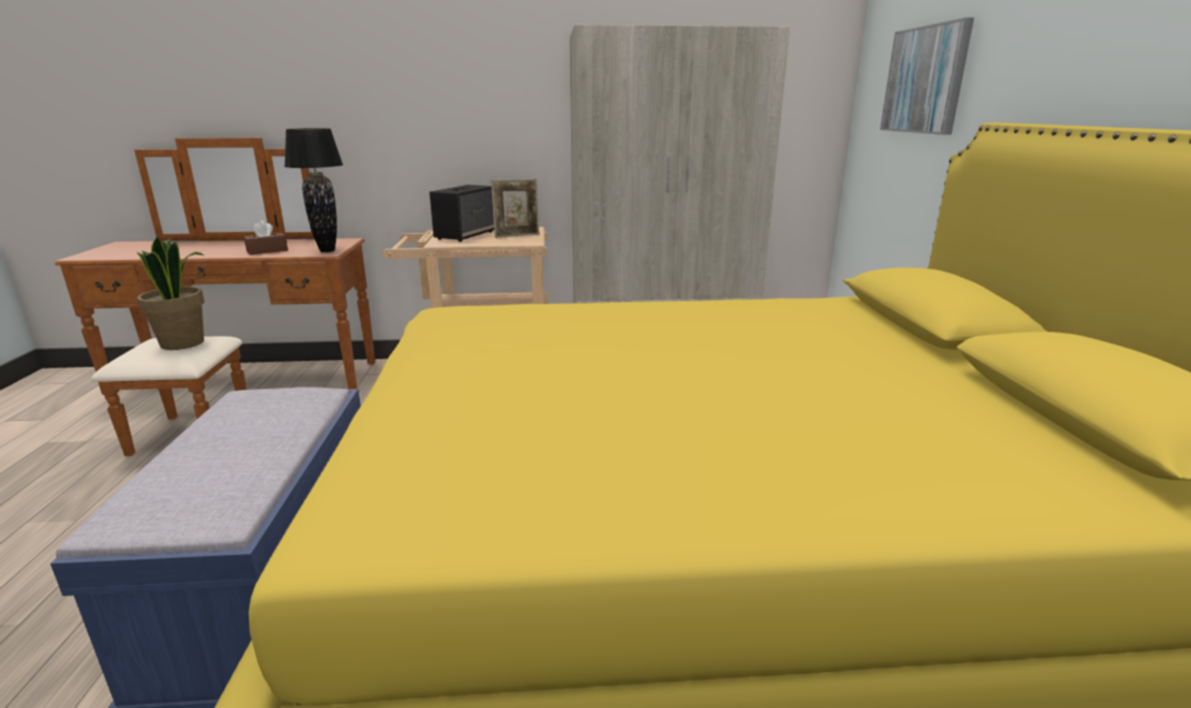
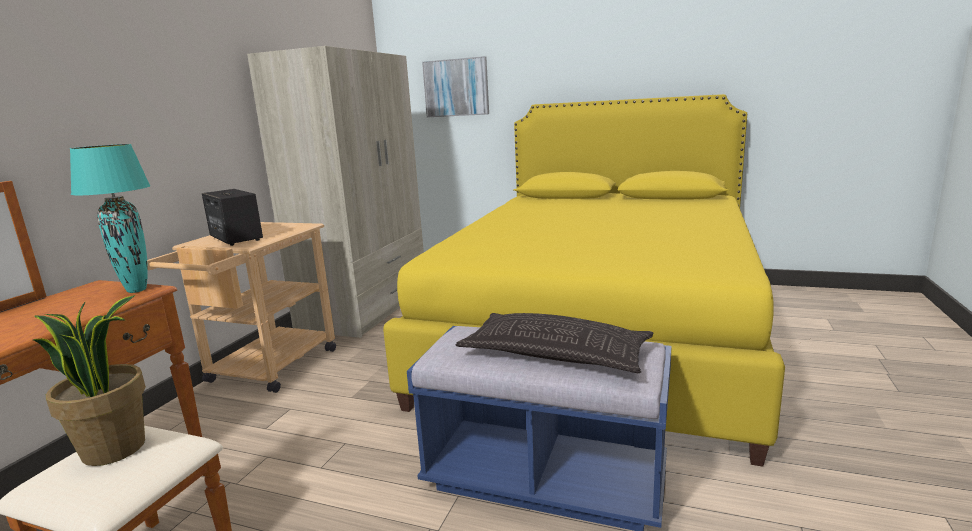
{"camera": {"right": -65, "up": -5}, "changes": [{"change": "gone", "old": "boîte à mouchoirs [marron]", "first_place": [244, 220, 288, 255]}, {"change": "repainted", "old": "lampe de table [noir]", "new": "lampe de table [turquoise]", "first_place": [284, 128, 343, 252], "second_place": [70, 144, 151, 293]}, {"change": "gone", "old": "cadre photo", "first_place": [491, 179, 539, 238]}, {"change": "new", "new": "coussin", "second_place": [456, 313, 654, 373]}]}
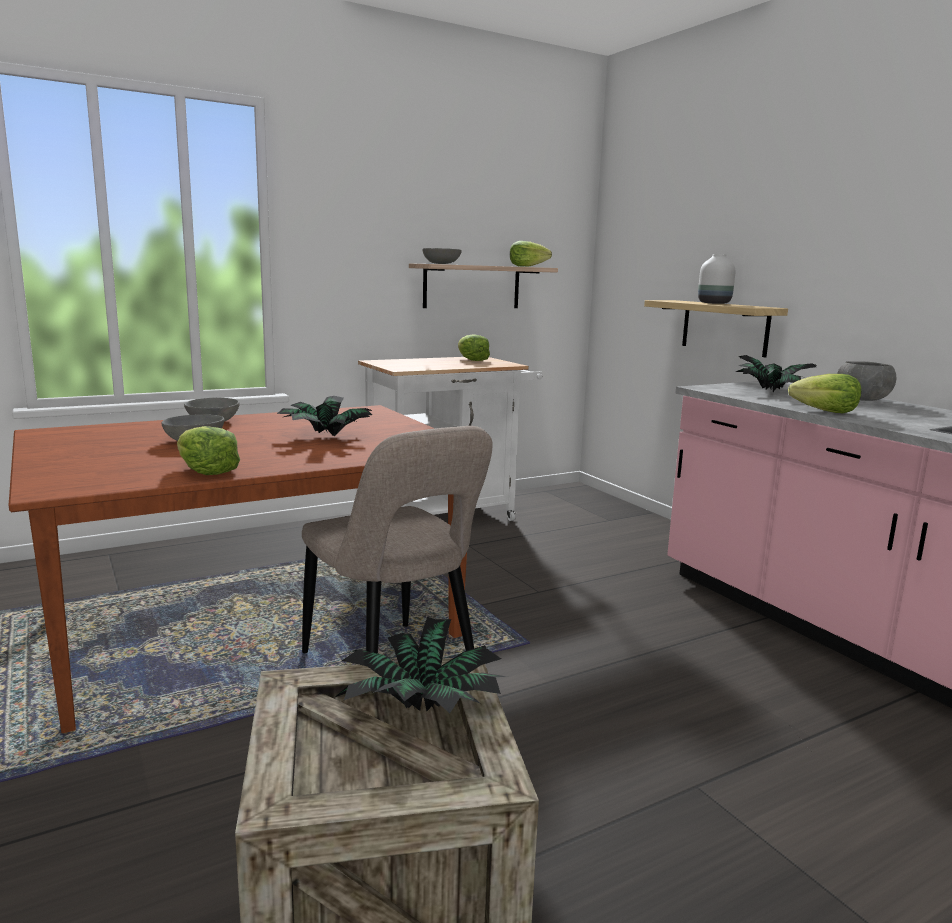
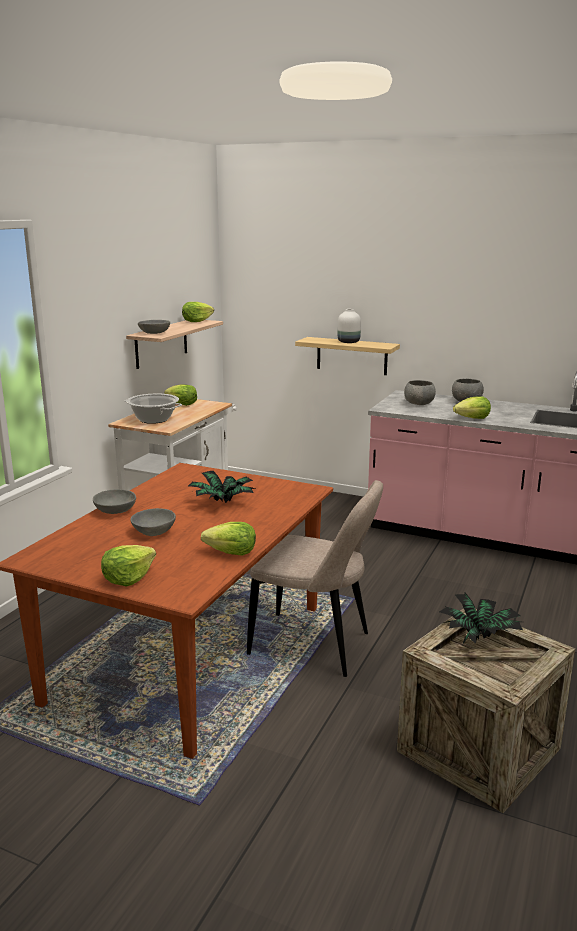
{"camera": {"right": -35, "up": 5}, "changes": [{"change": "swapped", "old": "plante en pot", "new": "bol [gris]", "first_place": [736, 355, 817, 392], "second_place": [404, 380, 436, 405]}, {"change": "new", "new": "laitue", "second_place": [101, 545, 156, 587]}, {"change": "new", "new": "marmite", "second_place": [124, 394, 182, 424]}]}
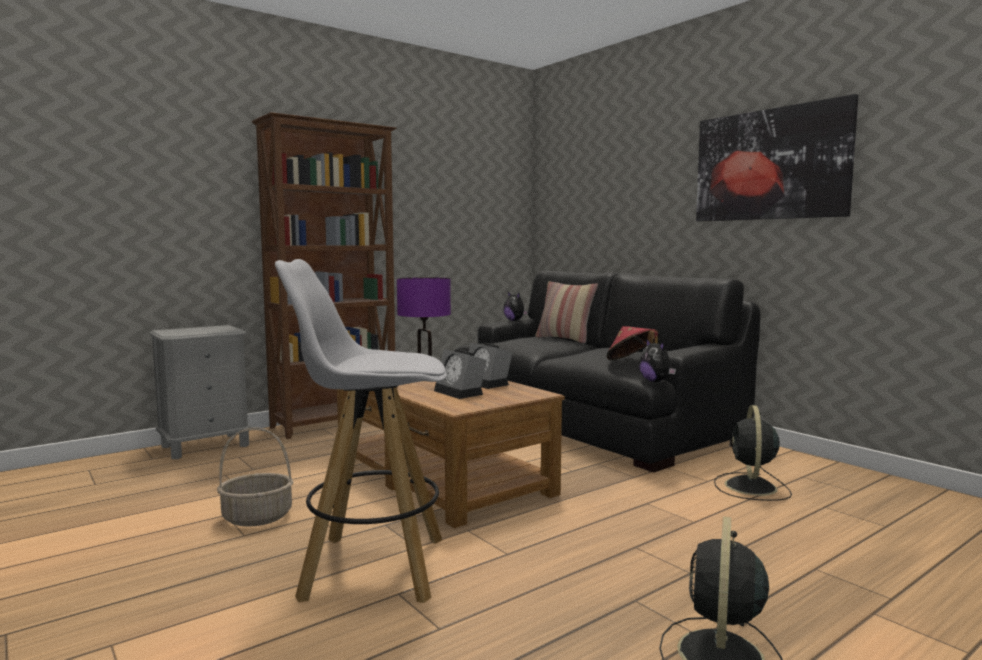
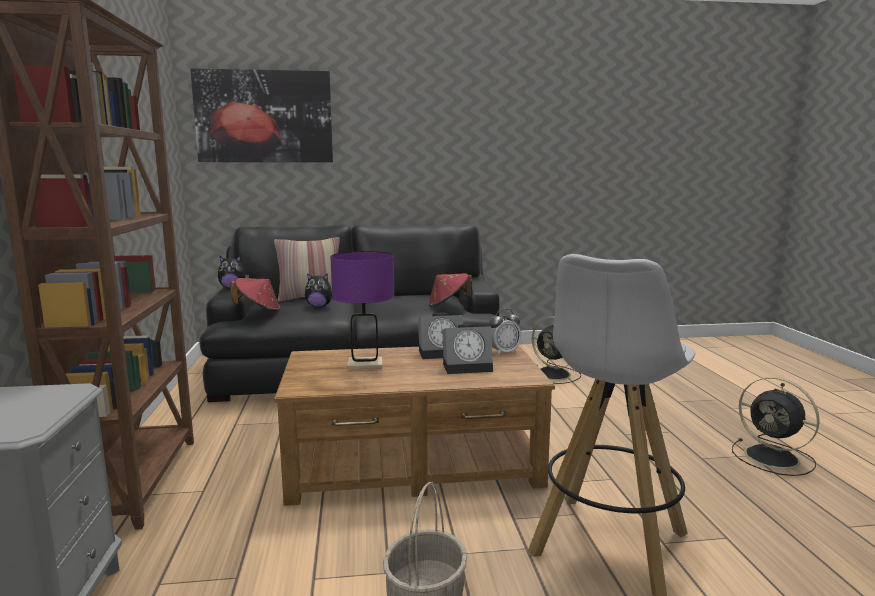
{"camera": {"right": -60, "up": 5}, "changes": [{"change": "shifted", "old": "peluche", "first_place": [639, 339, 676, 382], "second_place": [305, 273, 332, 307]}, {"change": "shifted", "old": "tableau", "first_place": [696, 94, 858, 221], "second_place": [190, 68, 333, 162]}, {"change": "new", "new": "chapeau [rouge]", "second_place": [231, 278, 280, 311]}, {"change": "new", "new": "réveil", "second_place": [489, 309, 521, 355]}]}
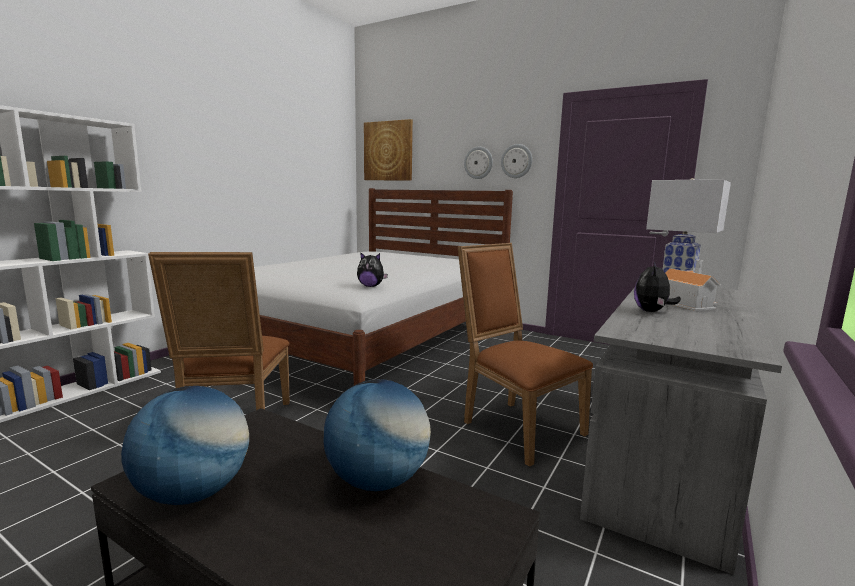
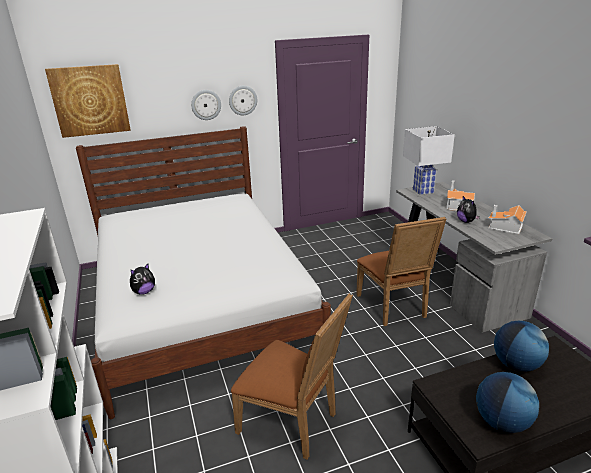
{"camera": {"right": -50, "up": 15}, "changes": [{"change": "shifted", "old": "peluche", "first_place": [357, 252, 388, 287], "second_place": [130, 264, 155, 295]}, {"change": "rotated", "old": "chaise [marron]", "first_place": [458, 243, 593, 467], "second_place": [356, 217, 447, 326], "degrees": -105}, {"change": "new", "new": "maison miniature", "second_place": [488, 205, 527, 234]}]}
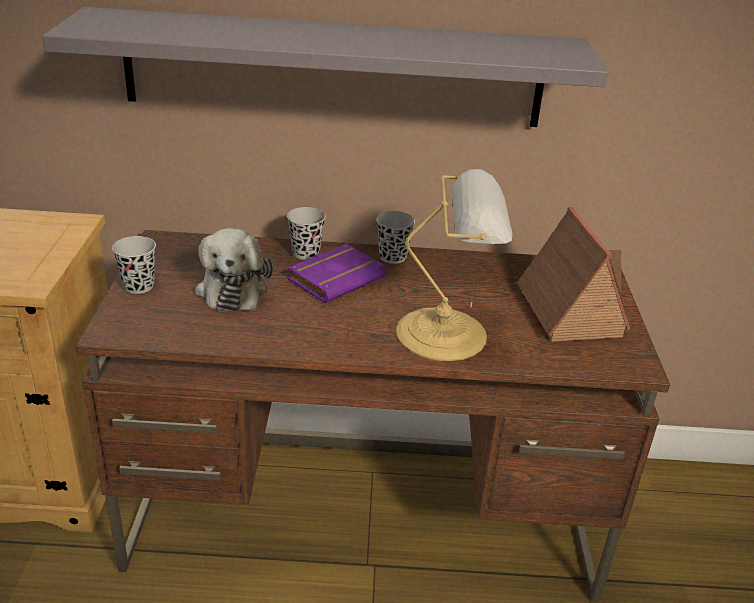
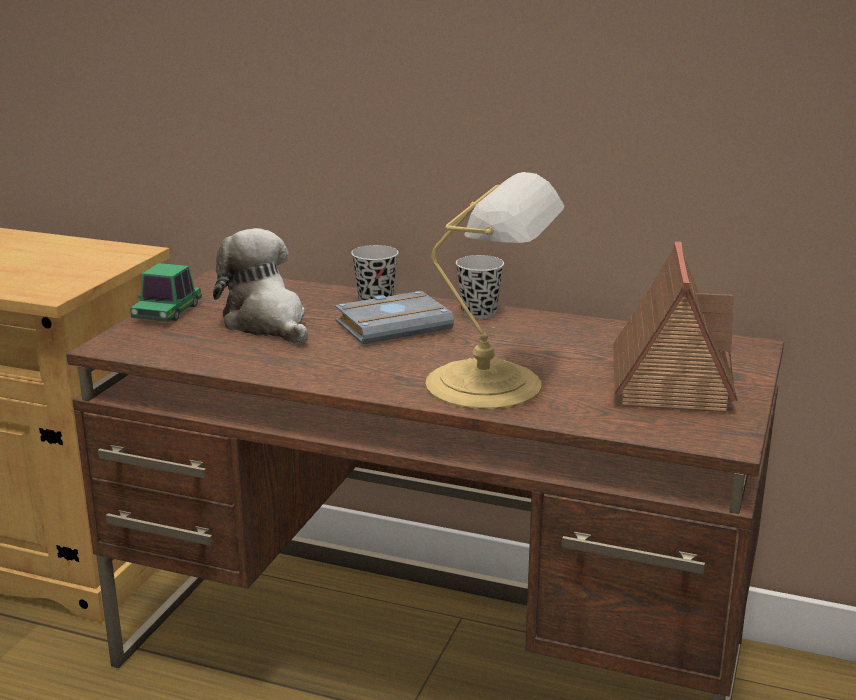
{"camera": {"right": 20, "up": -10}, "changes": [{"change": "gone", "old": "étagère [gris]", "first_place": [42, 7, 608, 127]}, {"change": "swapped", "old": "tasse [noir]", "new": "petite voiture", "first_place": [112, 236, 156, 294], "second_place": [130, 263, 202, 322]}, {"change": "rotated", "old": "peluche", "first_place": [195, 228, 273, 311], "second_place": [213, 228, 308, 343], "degrees": 135}, {"change": "repainted", "old": "livre [violet]", "new": "livre [gris]", "first_place": [288, 244, 387, 303], "second_place": [335, 291, 454, 345]}]}
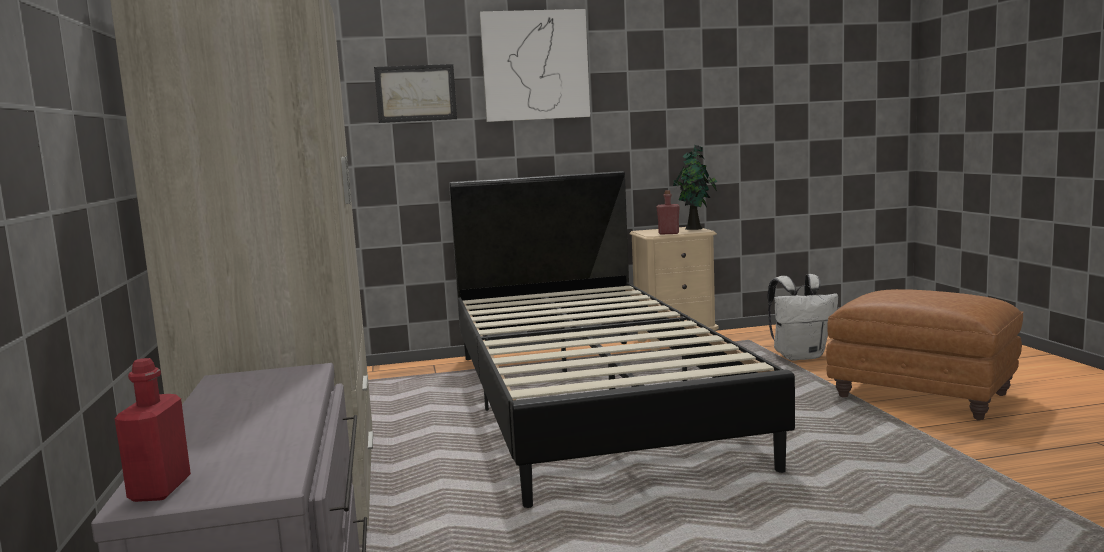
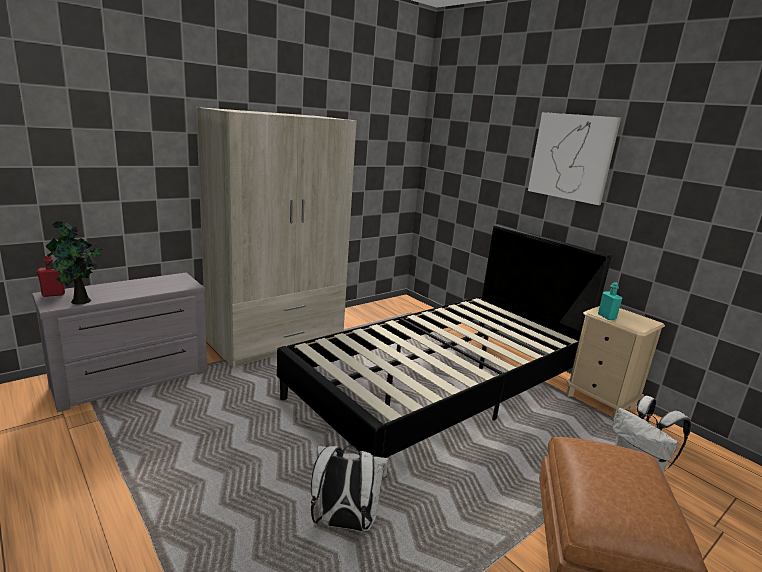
{"camera": {"right": 60, "up": 10}, "changes": [{"change": "gone", "old": "tableau", "first_place": [374, 64, 457, 123]}, {"change": "repainted", "old": "bouteille [rouge]", "new": "bouteille [turquoise]", "first_place": [657, 190, 680, 235], "second_place": [598, 282, 622, 320]}, {"change": "shifted", "old": "plante en pot", "first_place": [673, 144, 717, 230], "second_place": [45, 220, 103, 304]}, {"change": "new", "new": "sac à dos [blanc]", "second_place": [311, 445, 389, 531]}]}
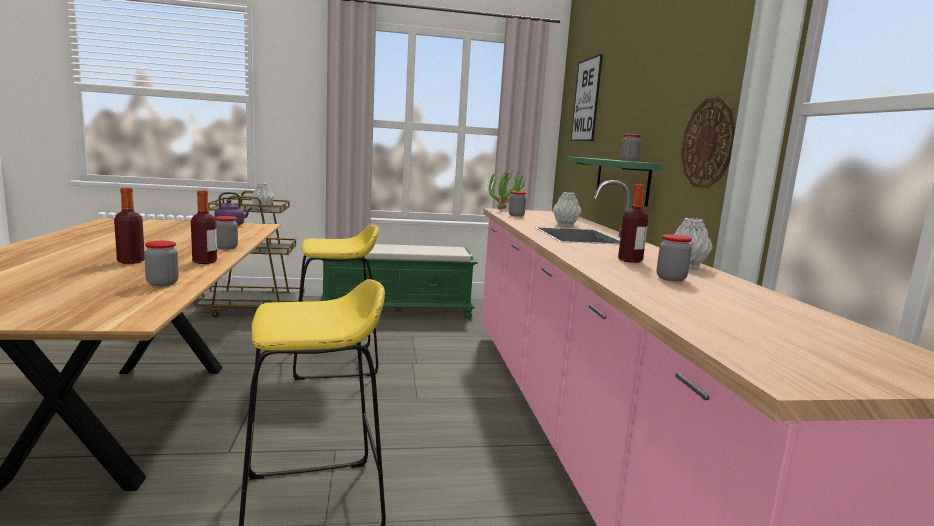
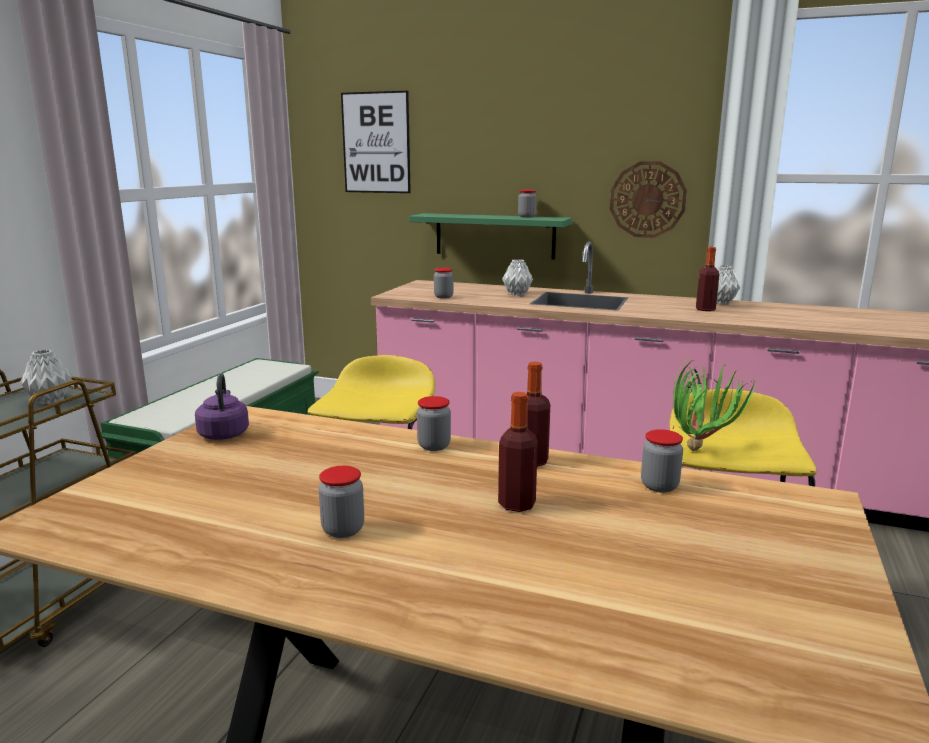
{"camera": {"right": -60, "up": 5}, "changes": [{"change": "shifted", "old": "plante en pot", "first_place": [488, 165, 526, 209], "second_place": [673, 362, 757, 451]}, {"change": "shifted", "old": "bocal", "first_place": [657, 234, 692, 281], "second_place": [319, 466, 364, 538]}]}
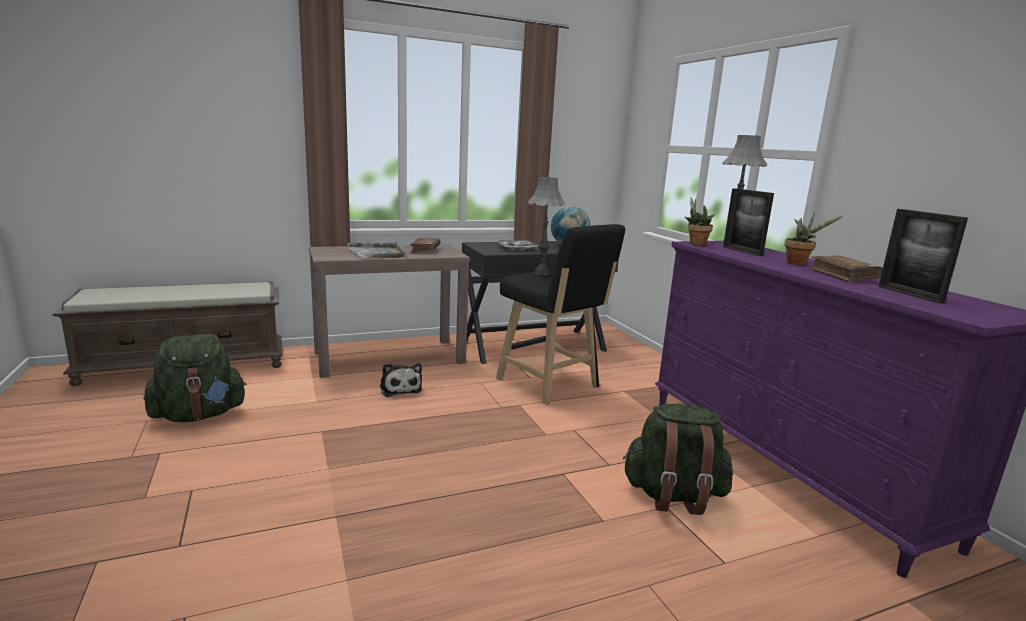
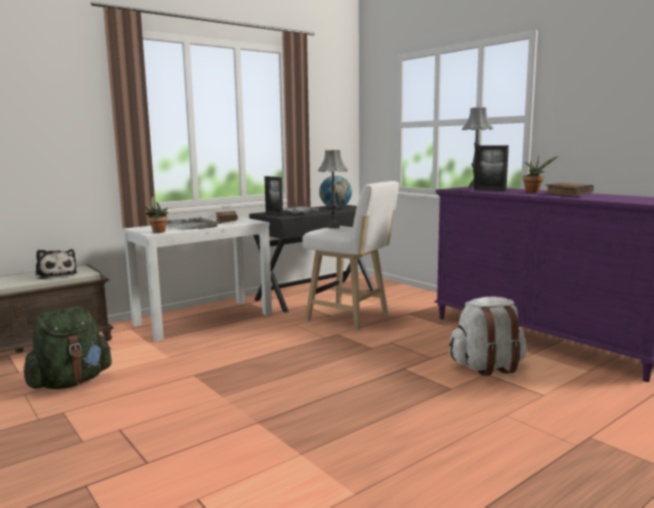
{"camera": {"right": -15, "up": -5}, "changes": [{"change": "repainted", "old": "table console [marron]", "new": "table console [blanc]", "first_place": [309, 244, 470, 378], "second_place": [123, 217, 272, 342]}, {"change": "shifted", "old": "peluche", "first_place": [380, 363, 422, 397], "second_place": [35, 249, 77, 279]}, {"change": "repainted", "old": "tabouret [noir]", "new": "tabouret [blanc]", "first_place": [496, 224, 625, 405], "second_place": [303, 181, 399, 331]}, {"change": "repainted", "old": "sac à dos [vert]", "new": "sac à dos [blanc]", "first_place": [623, 404, 733, 515], "second_place": [449, 297, 527, 376]}, {"change": "shifted", "old": "plante en pot", "first_place": [685, 197, 714, 246], "second_place": [144, 196, 168, 233]}, {"change": "shifted", "old": "cadre photo", "first_place": [878, 209, 968, 304], "second_place": [264, 176, 283, 216]}]}
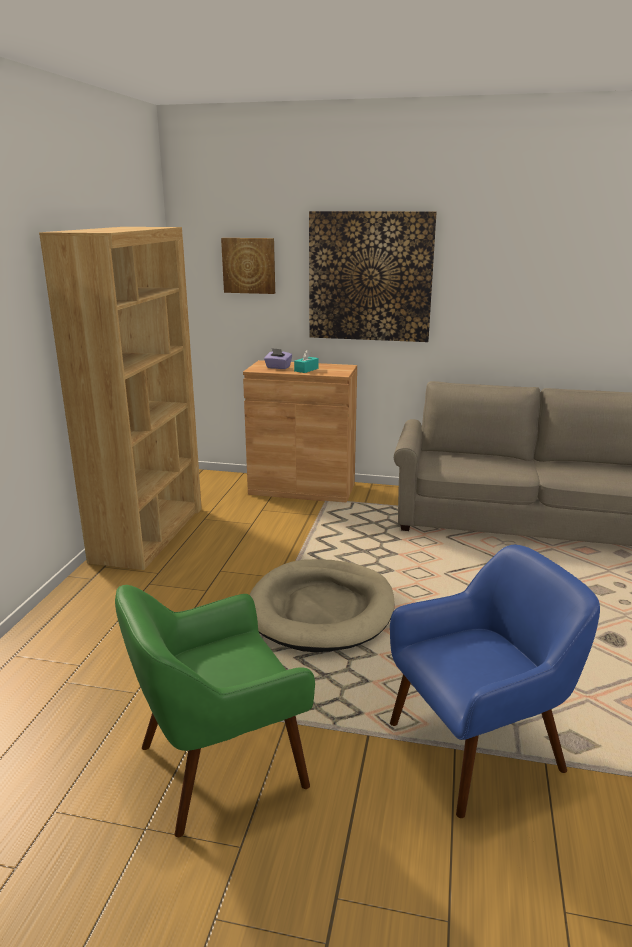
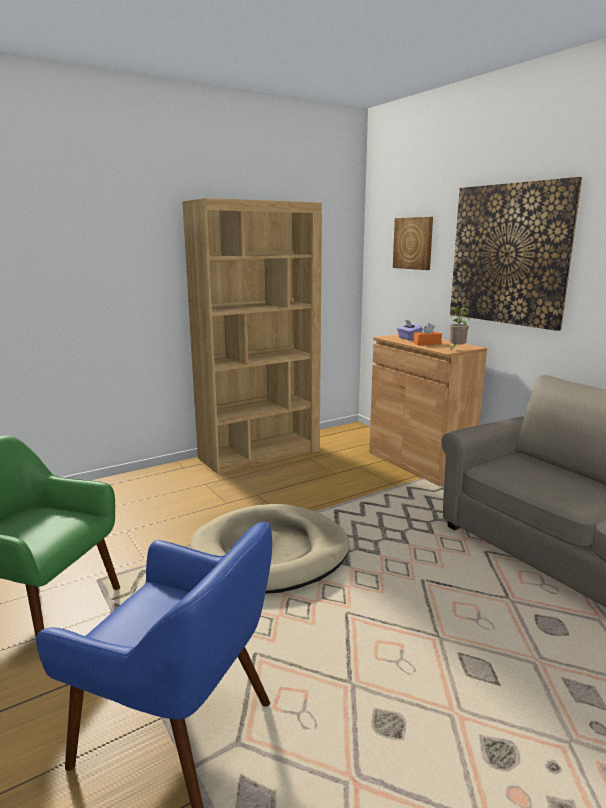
{"camera": {"right": 45, "up": -5}, "changes": [{"change": "repainted", "old": "boîte à mouchoirs [turquoise]", "new": "boîte à mouchoirs [orange]", "first_place": [294, 349, 319, 373], "second_place": [413, 323, 442, 345]}, {"change": "new", "new": "plante en pot", "second_place": [450, 307, 470, 350]}]}
